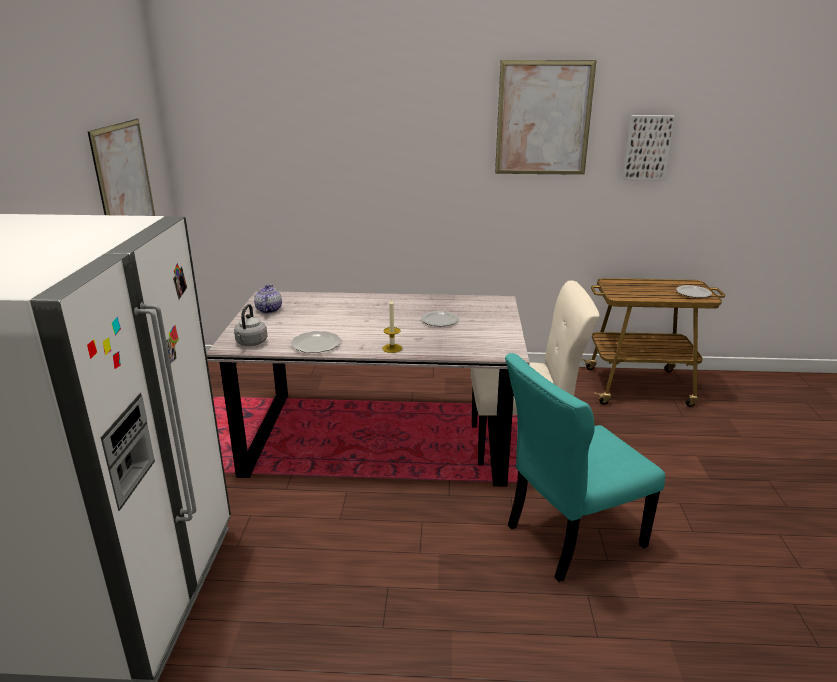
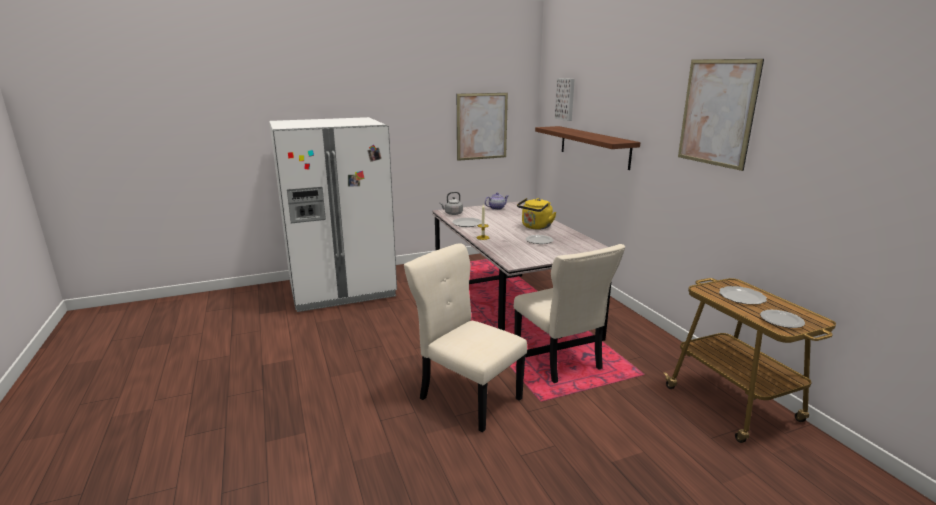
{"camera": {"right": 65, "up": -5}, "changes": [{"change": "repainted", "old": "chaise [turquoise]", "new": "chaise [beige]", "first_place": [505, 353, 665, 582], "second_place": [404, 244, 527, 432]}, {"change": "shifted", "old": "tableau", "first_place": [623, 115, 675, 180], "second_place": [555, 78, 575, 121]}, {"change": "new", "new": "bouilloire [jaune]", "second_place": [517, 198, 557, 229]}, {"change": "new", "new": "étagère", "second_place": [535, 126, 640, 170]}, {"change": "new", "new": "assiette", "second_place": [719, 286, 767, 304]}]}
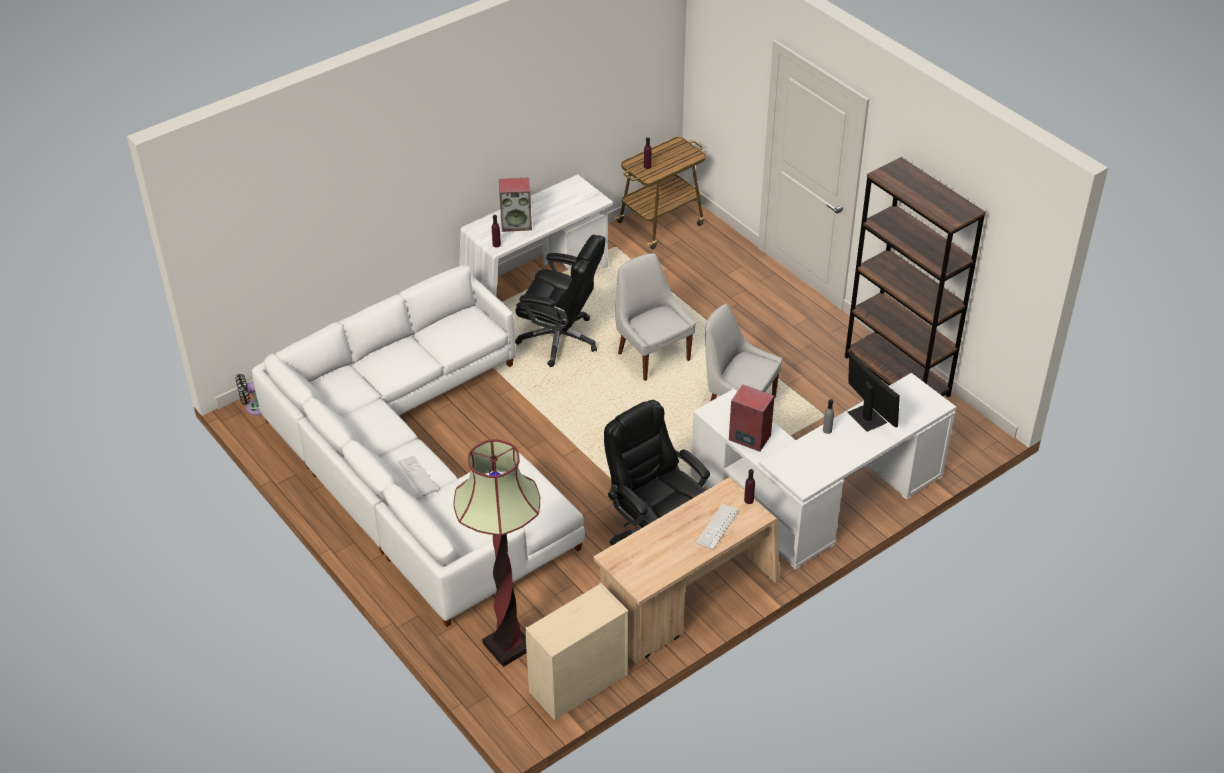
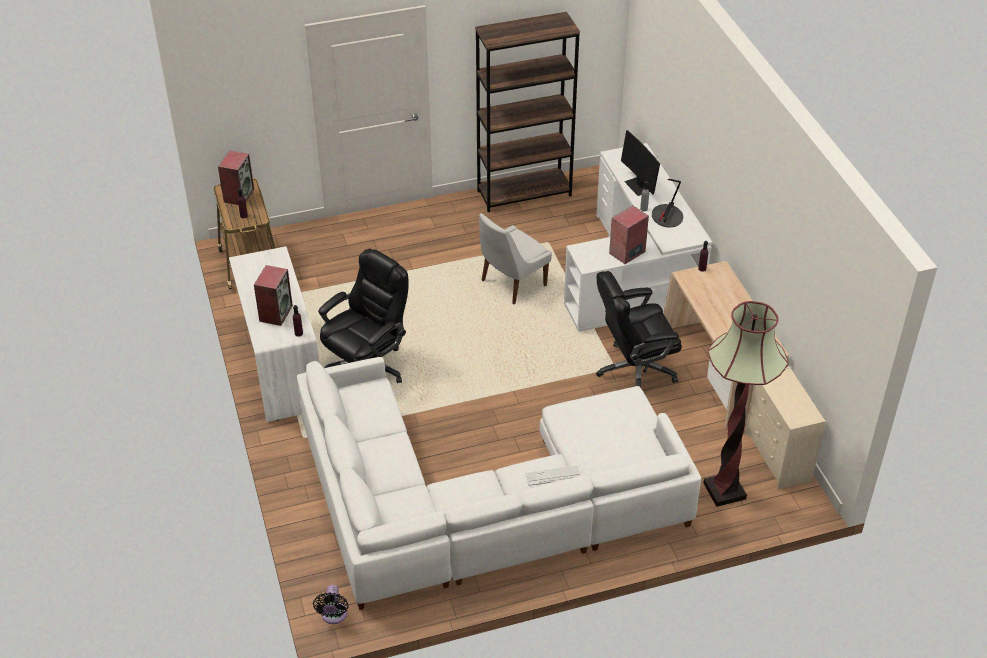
{"camera": {"right": -70, "up": 0}, "changes": [{"change": "gone", "old": "chaise [blanc]", "first_place": [615, 253, 696, 381]}, {"change": "gone", "old": "clavier", "first_place": [696, 504, 739, 549]}, {"change": "rotated", "old": "écran d'ordinateur", "first_place": [847, 350, 900, 432], "second_place": [621, 130, 660, 196], "degrees": -105}, {"change": "new", "new": "enceinte", "second_place": [218, 150, 254, 205]}, {"change": "new", "new": "lampe de table", "second_place": [652, 179, 683, 227]}]}
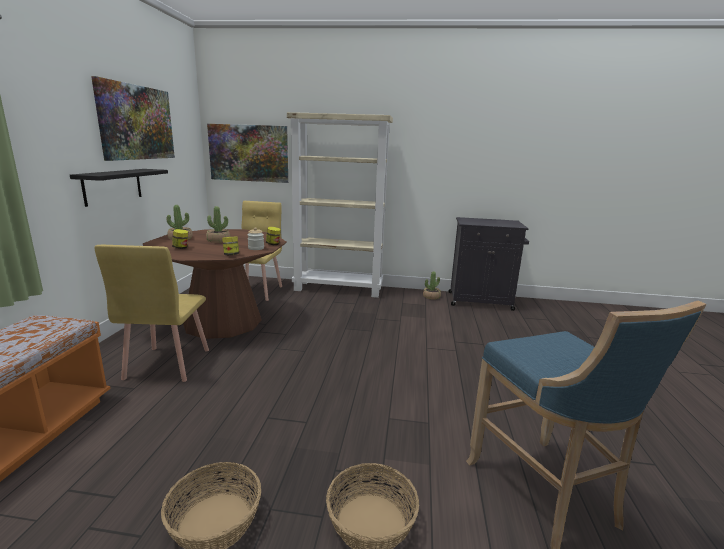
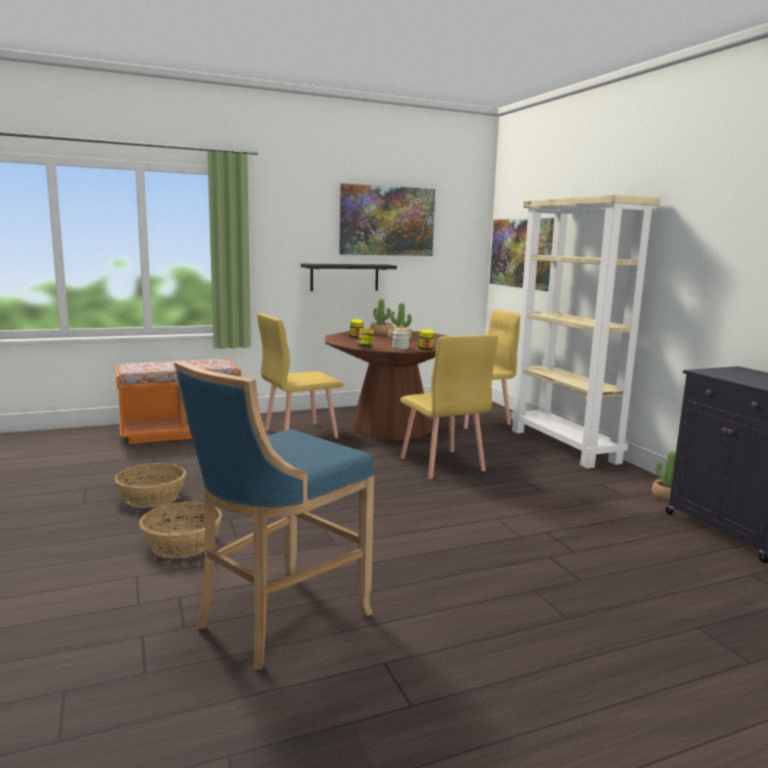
{"camera": {"right": 60, "up": -5}, "changes": [{"change": "new", "new": "chaise [jaune]", "second_place": [400, 334, 498, 479]}]}
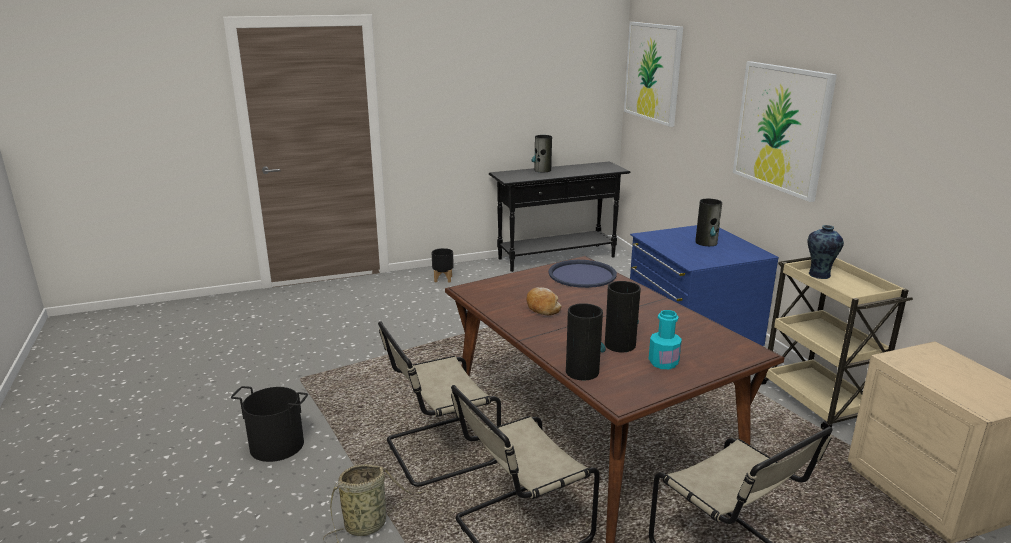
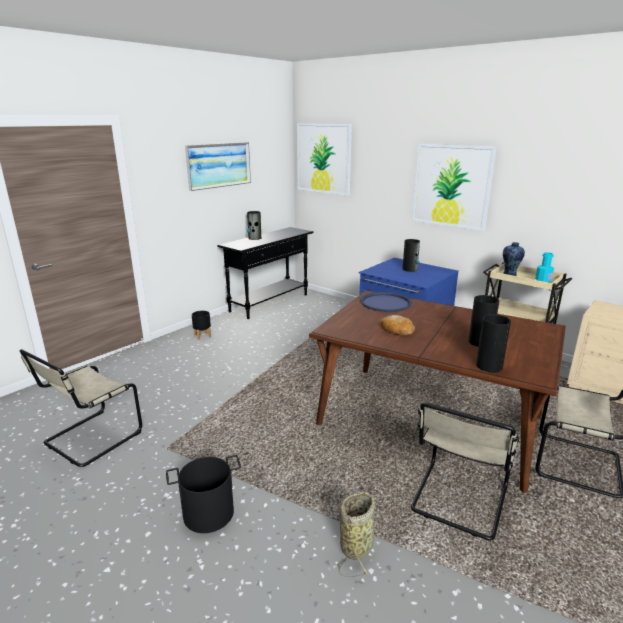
{"camera": {"right": -30, "up": 0}, "changes": [{"change": "shifted", "old": "chaise [beige]", "first_place": [378, 321, 501, 487], "second_place": [20, 349, 142, 467]}, {"change": "shifted", "old": "bouteille [turquoise]", "first_place": [649, 310, 682, 369], "second_place": [535, 252, 554, 283]}, {"change": "new", "new": "tableau", "second_place": [185, 142, 251, 191]}]}
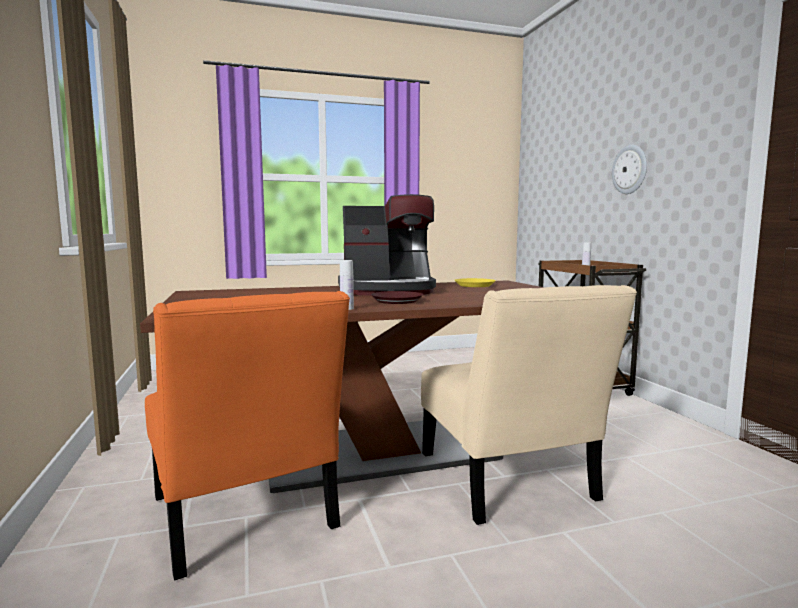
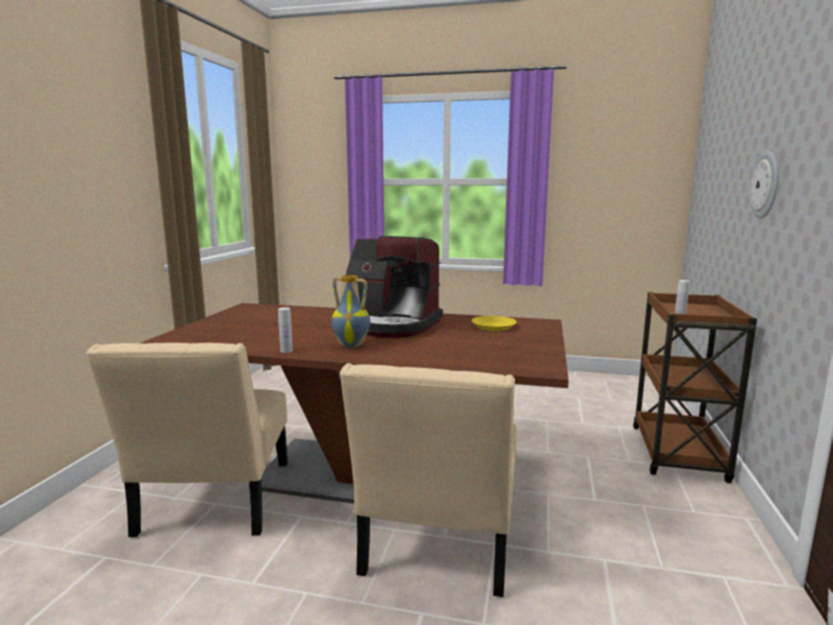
{"camera": {"right": 30, "up": 5}, "changes": [{"change": "repainted", "old": "chaise [orange]", "new": "chaise [beige]", "first_place": [145, 291, 350, 580], "second_place": [86, 343, 288, 537]}, {"change": "swapped", "old": "assiette [marron]", "new": "vase", "first_place": [371, 291, 423, 304], "second_place": [331, 275, 370, 348]}]}
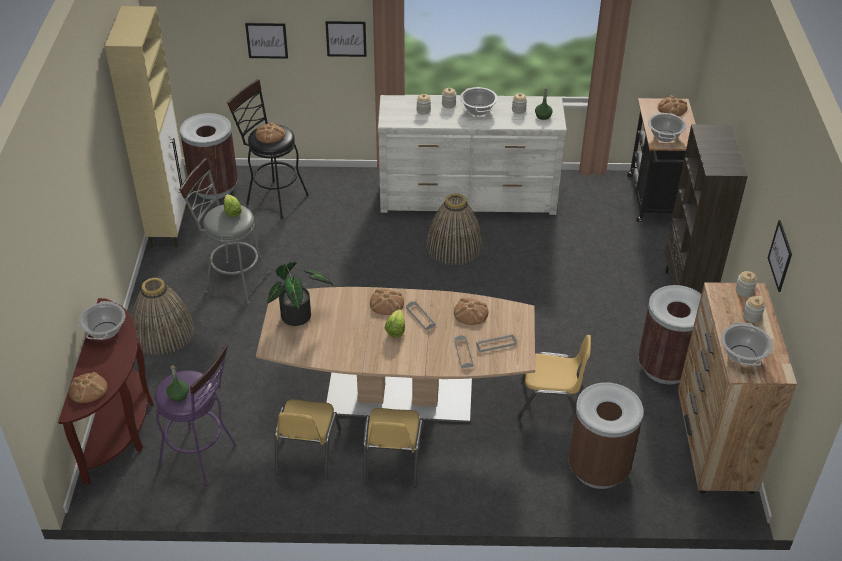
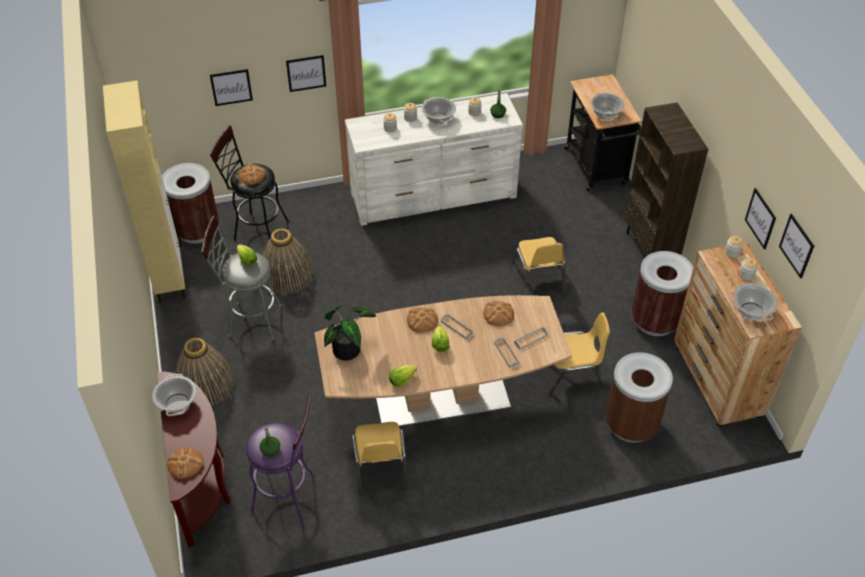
{"camera": {"right": -15, "up": 5}, "changes": [{"change": "shifted", "old": "chaise [jaune]", "first_place": [363, 408, 424, 488], "second_place": [512, 237, 565, 295]}, {"change": "shifted", "old": "panier", "first_place": [427, 193, 482, 266], "second_place": [262, 229, 314, 295]}, {"change": "gone", "old": "pain", "first_place": [658, 95, 688, 116]}, {"change": "new", "new": "laitue", "second_place": [389, 365, 417, 387]}, {"change": "new", "new": "tableau", "second_place": [779, 214, 814, 279]}]}
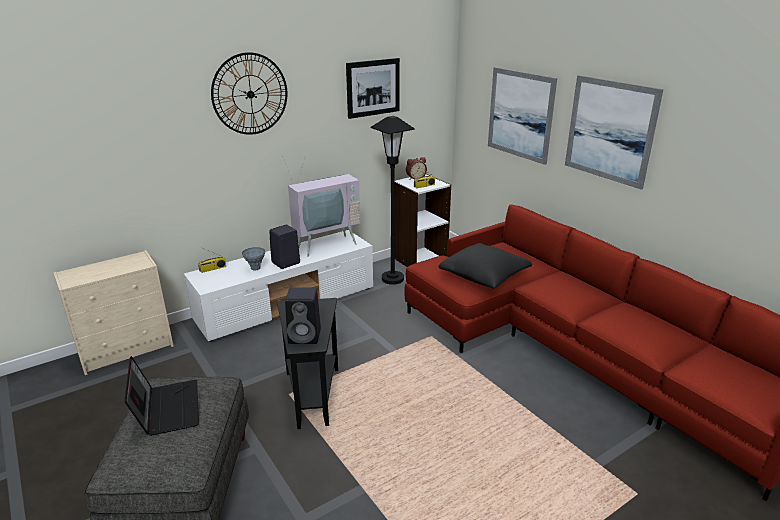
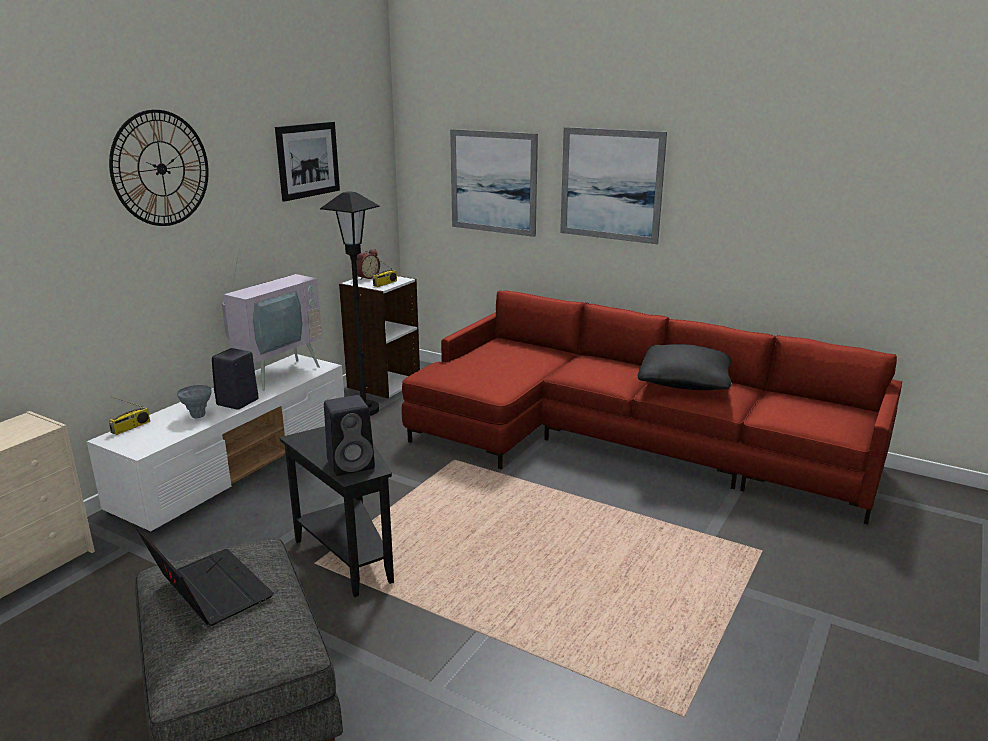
{"camera": {"right": -25, "up": -5}, "changes": [{"change": "shifted", "old": "coussin [noir]", "first_place": [438, 243, 532, 289], "second_place": [638, 344, 732, 390]}]}
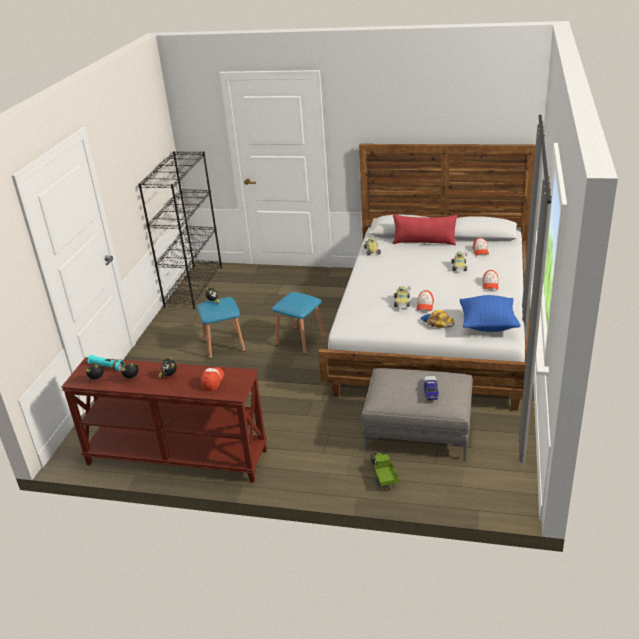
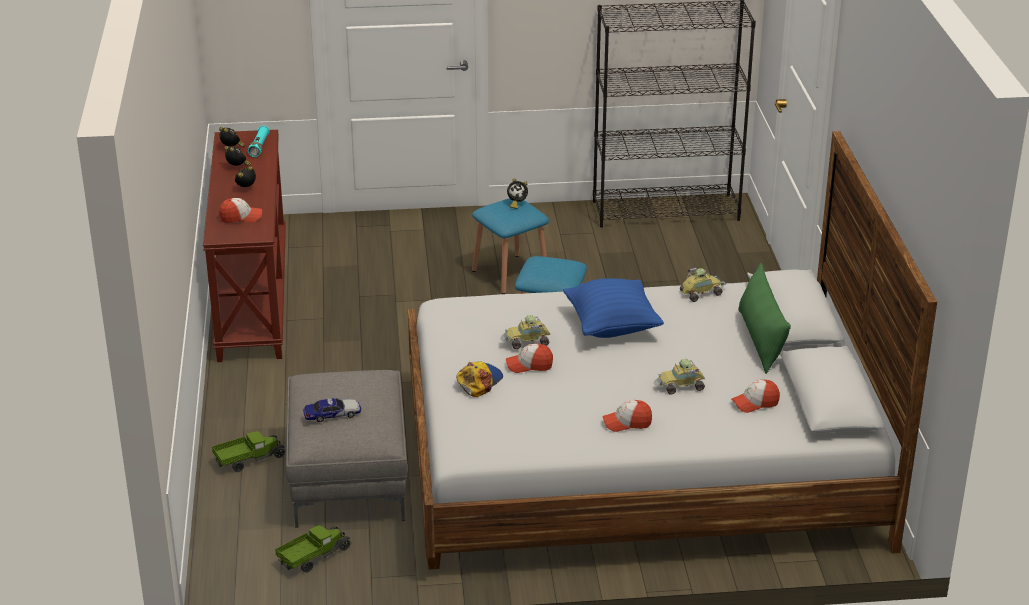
{"camera": {"right": 70, "up": 0}, "changes": [{"change": "repainted", "old": "coussin [rouge]", "new": "coussin [vert]", "first_place": [393, 214, 458, 245], "second_place": [738, 263, 791, 374]}, {"change": "shifted", "old": "coussin [bleu]", "first_place": [460, 295, 521, 332], "second_place": [563, 278, 664, 338]}, {"change": "new", "new": "camion jouet", "second_place": [275, 524, 351, 573]}]}
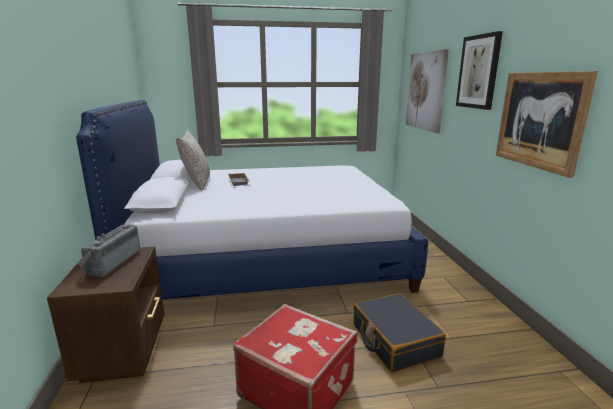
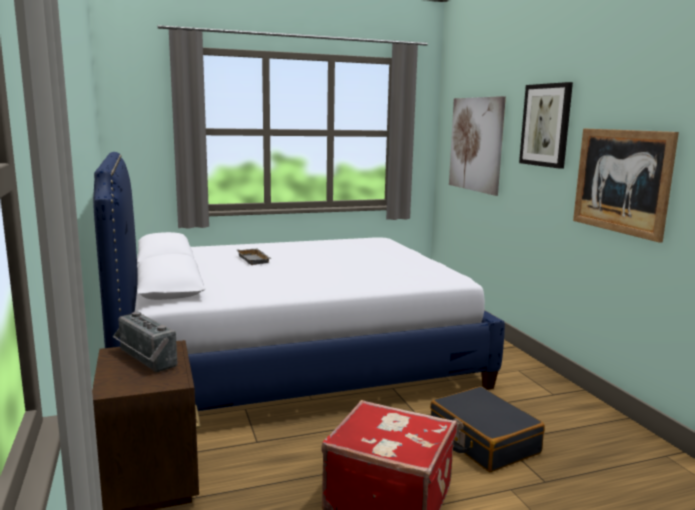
{"camera": {"right": -10, "up": -5}, "changes": [{"change": "rotated", "old": "radio", "first_place": [78, 224, 140, 277], "second_place": [113, 312, 177, 372], "degrees": -45}, {"change": "gone", "old": "coussin [gris]", "first_place": [176, 129, 210, 190]}]}
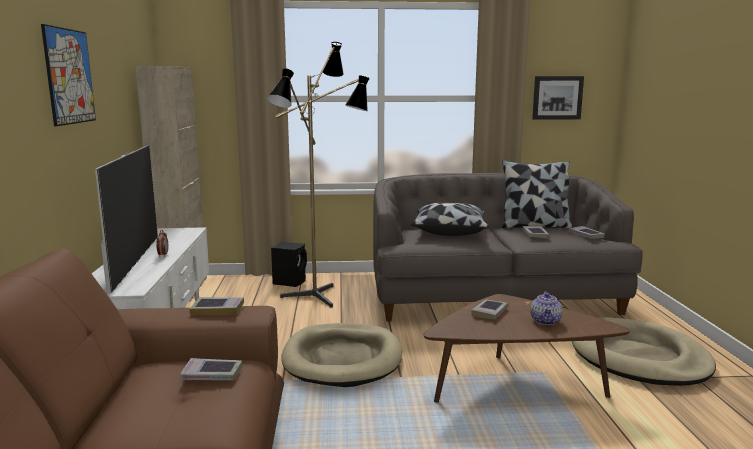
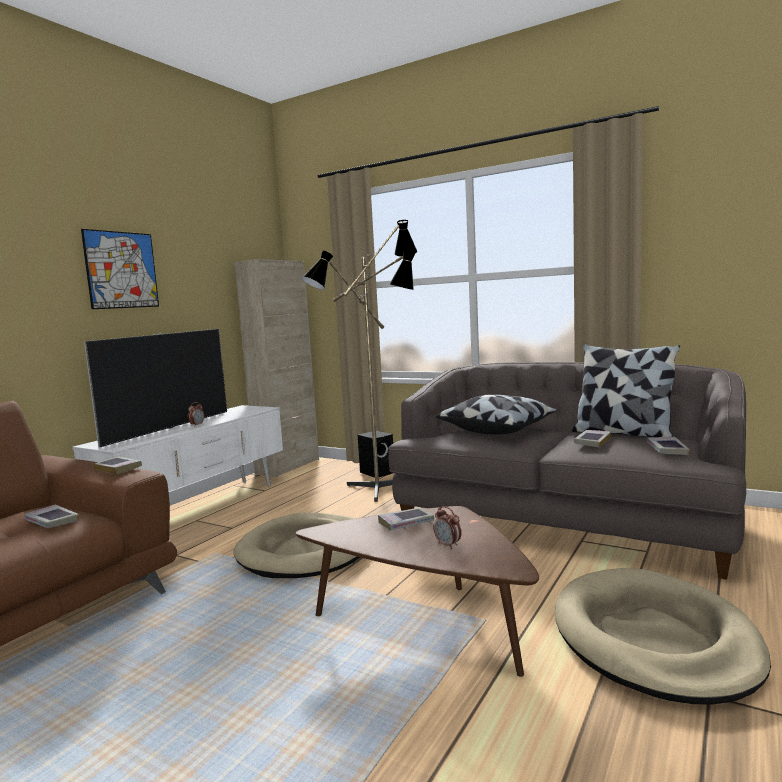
{"camera": {"right": 35, "up": -5}, "changes": [{"change": "swapped", "old": "théière", "new": "réveil", "first_place": [530, 292, 562, 325], "second_place": [434, 506, 462, 549]}, {"change": "gone", "old": "tableau", "first_place": [532, 76, 584, 120]}]}
